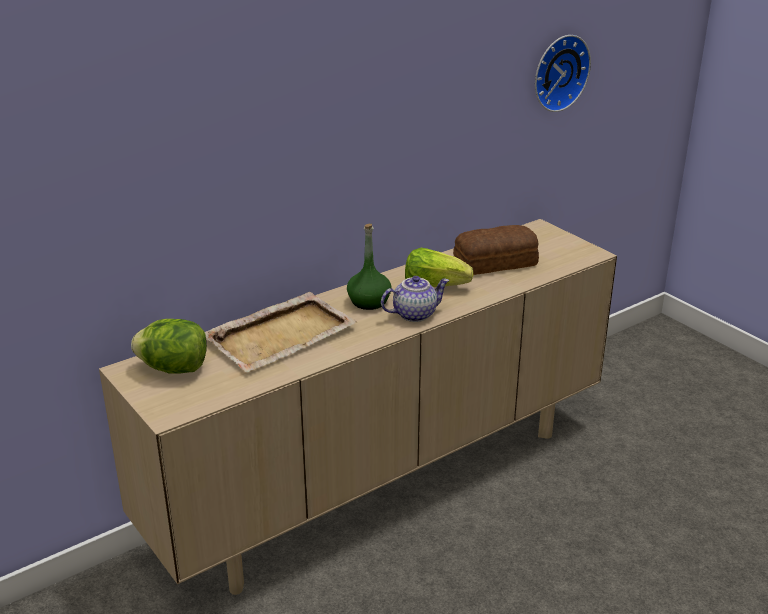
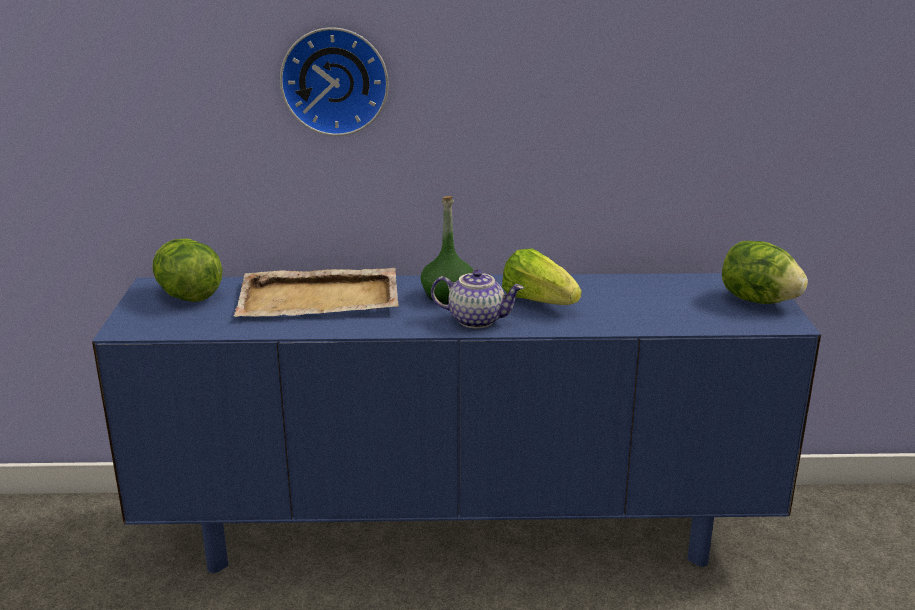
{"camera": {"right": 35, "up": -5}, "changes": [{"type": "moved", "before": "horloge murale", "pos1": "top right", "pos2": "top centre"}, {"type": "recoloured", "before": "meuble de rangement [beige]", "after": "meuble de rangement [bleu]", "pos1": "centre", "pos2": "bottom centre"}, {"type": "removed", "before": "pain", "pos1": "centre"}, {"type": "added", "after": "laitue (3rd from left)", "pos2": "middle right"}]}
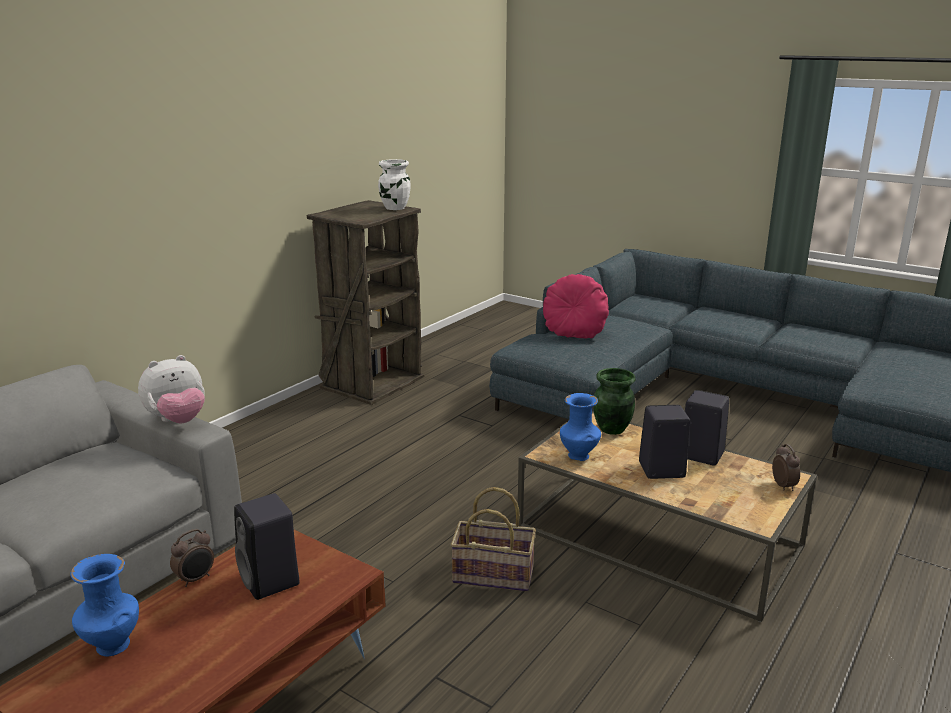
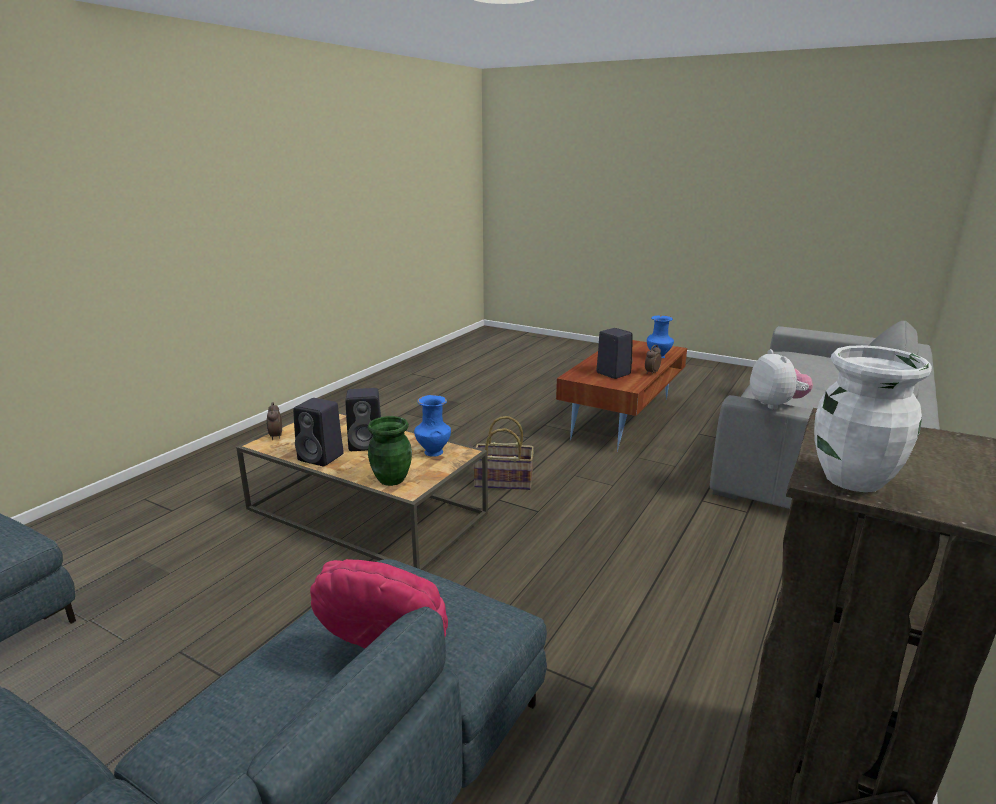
{"camera": {"right": 175, "up": 0}, "changes": [{"type": "turned", "before": "peluche", "pos1": "middle left", "pos2": "middle right", "turn": 120}]}
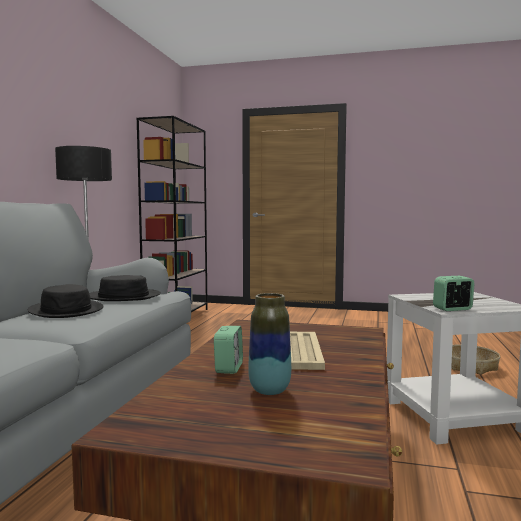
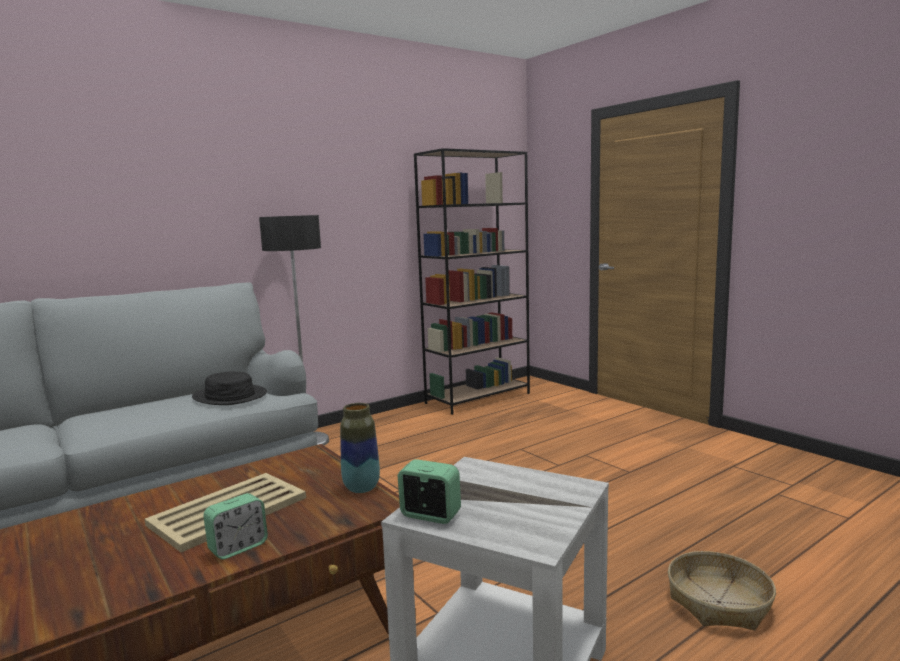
{"camera": {"right": 40, "up": 5}, "changes": [{"type": "removed", "before": "chapeau [noir] (1st from left)", "pos1": "middle left"}, {"type": "moved", "before": "vase", "pos1": "centre", "pos2": "bottom centre"}, {"type": "moved", "before": "réveil (1st from left)", "pos1": "bottom centre", "pos2": "bottom left"}]}
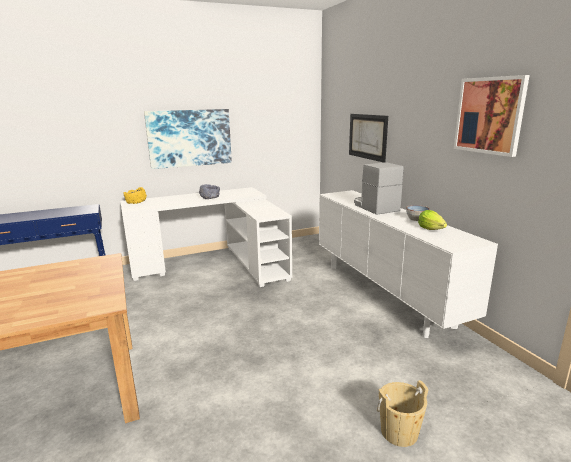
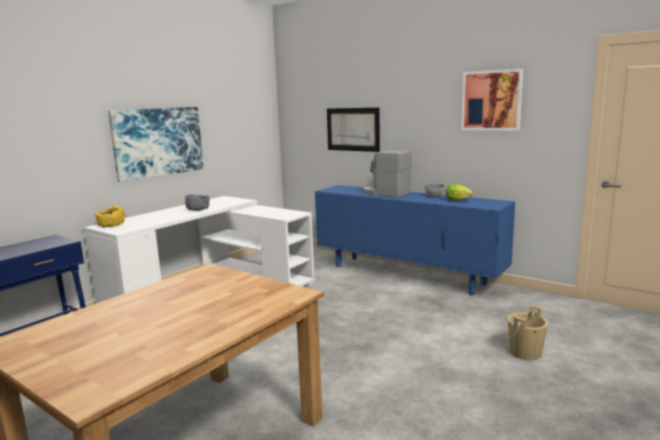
{"camera": {"right": -30, "up": -5}, "changes": [{"type": "recoloured", "before": "meuble de rangement [blanc]", "after": "meuble de rangement [bleu]", "pos1": "middle right", "pos2": "centre"}]}
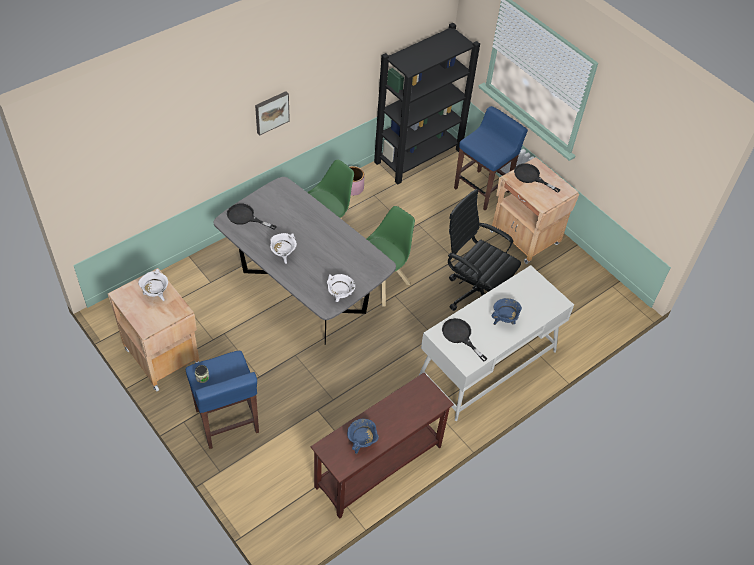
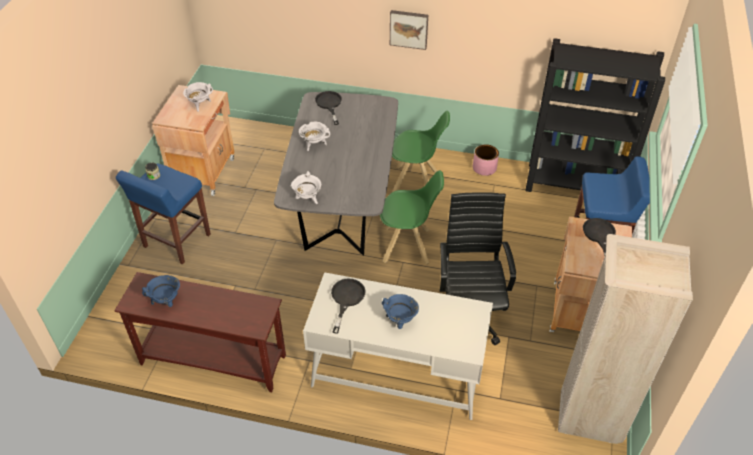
{"camera": {"right": 55, "up": -5}, "changes": [{"type": "added", "after": "meuble de rangement [beige]", "pos2": "bottom right"}]}
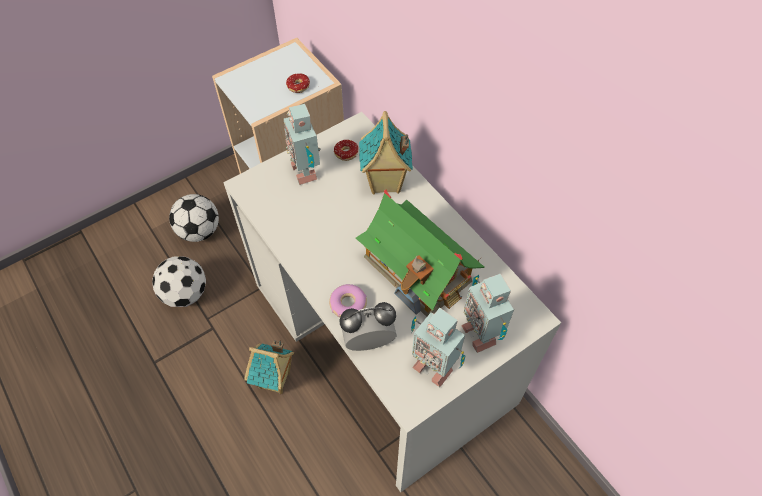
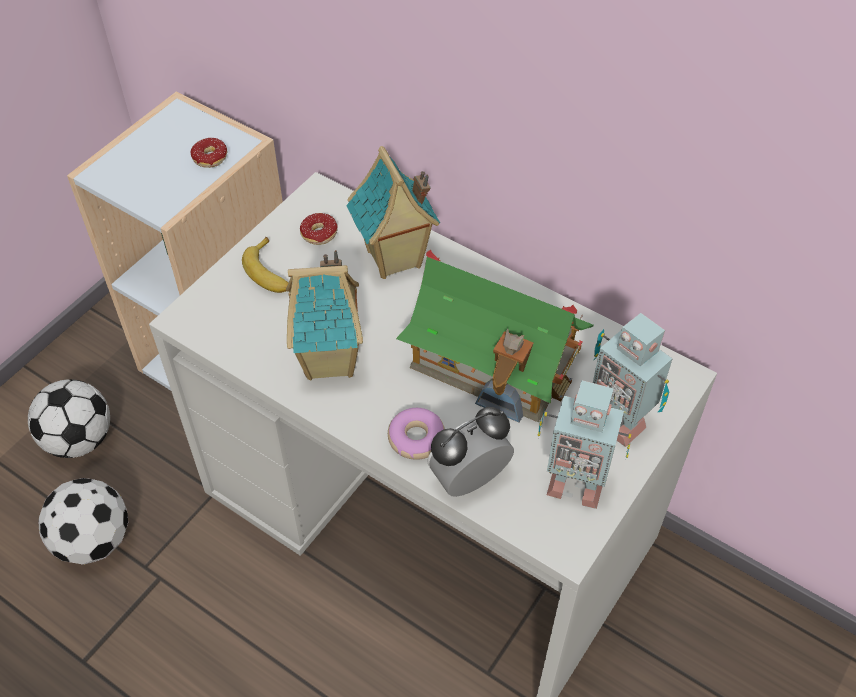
{"camera": {"right": -20, "up": -5}, "changes": [{"type": "replaced", "before": "robot jouet (1st from left)", "after": "banane", "pos1": "top centre", "pos2": "middle left"}, {"type": "moved", "before": "maison miniature (1st from left)", "pos1": "bottom centre", "pos2": "centre"}]}
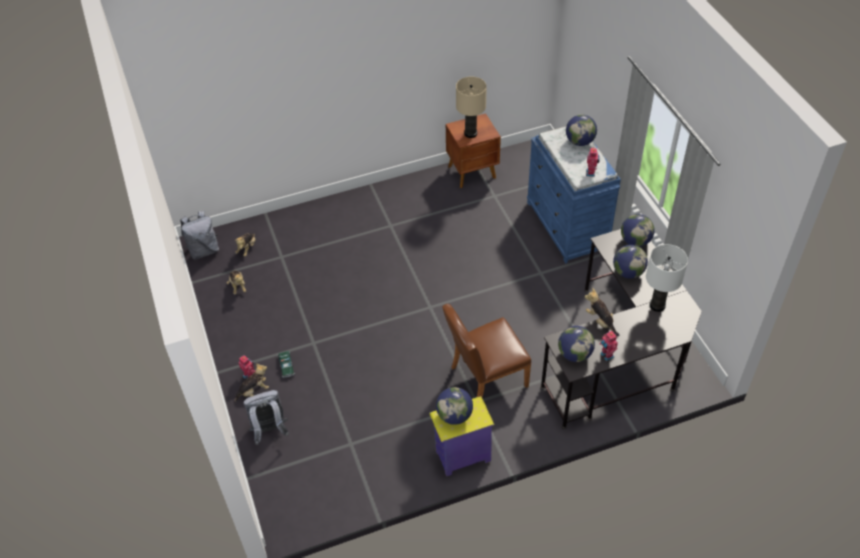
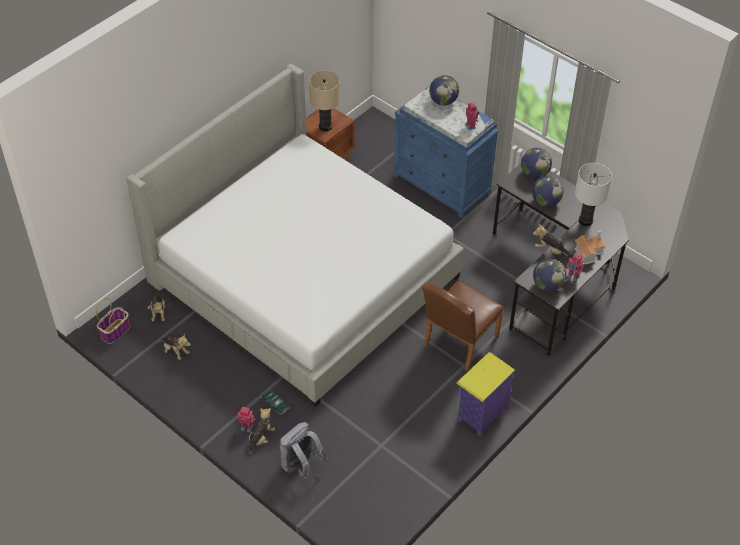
{"camera": {"right": -30, "up": 0}, "changes": [{"type": "replaced", "before": "sac à dos [gris] (1st from left)", "after": "panier", "pos1": "middle left", "pos2": "middle left"}, {"type": "removed", "before": "globe (1st from left)", "pos1": "bottom centre"}, {"type": "added", "after": "lit", "pos2": "centre"}, {"type": "added", "after": "maison miniature", "pos2": "middle right"}]}
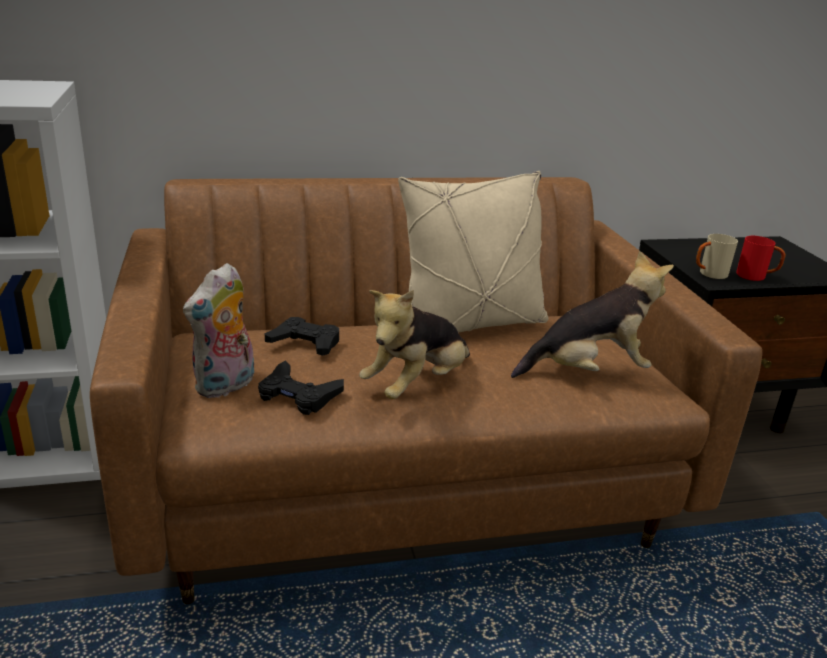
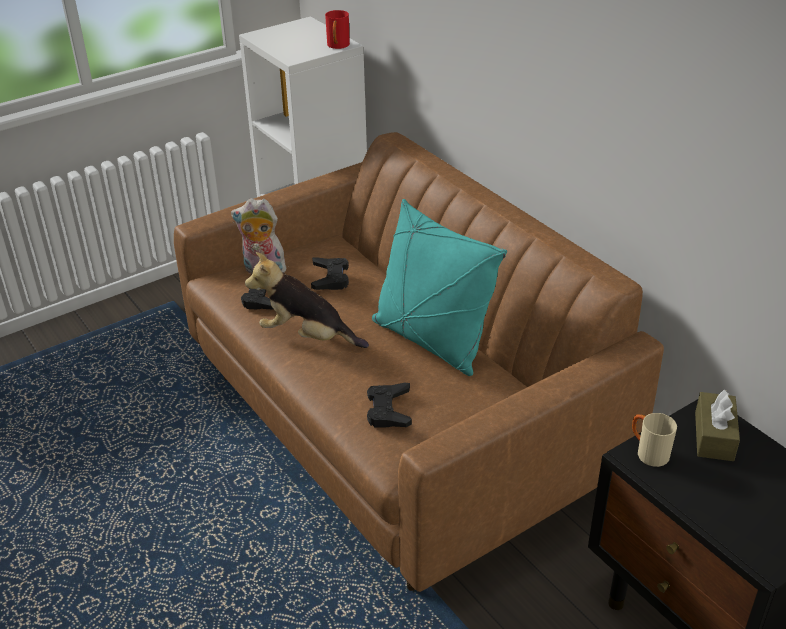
{"camera": {"right": 70, "up": 10}, "changes": [{"type": "recoloured", "before": "coussin [beige]", "after": "coussin [turquoise]", "pos1": "centre", "pos2": "centre"}, {"type": "moved", "before": "mug [rouge]", "pos1": "middle right", "pos2": "top centre"}, {"type": "replaced", "before": "peluche (3rd from left)", "after": "manette [noir] (3rd from left)", "pos1": "middle right", "pos2": "centre"}, {"type": "added", "after": "boîte à mouchoirs [marron]", "pos2": "bottom right"}]}
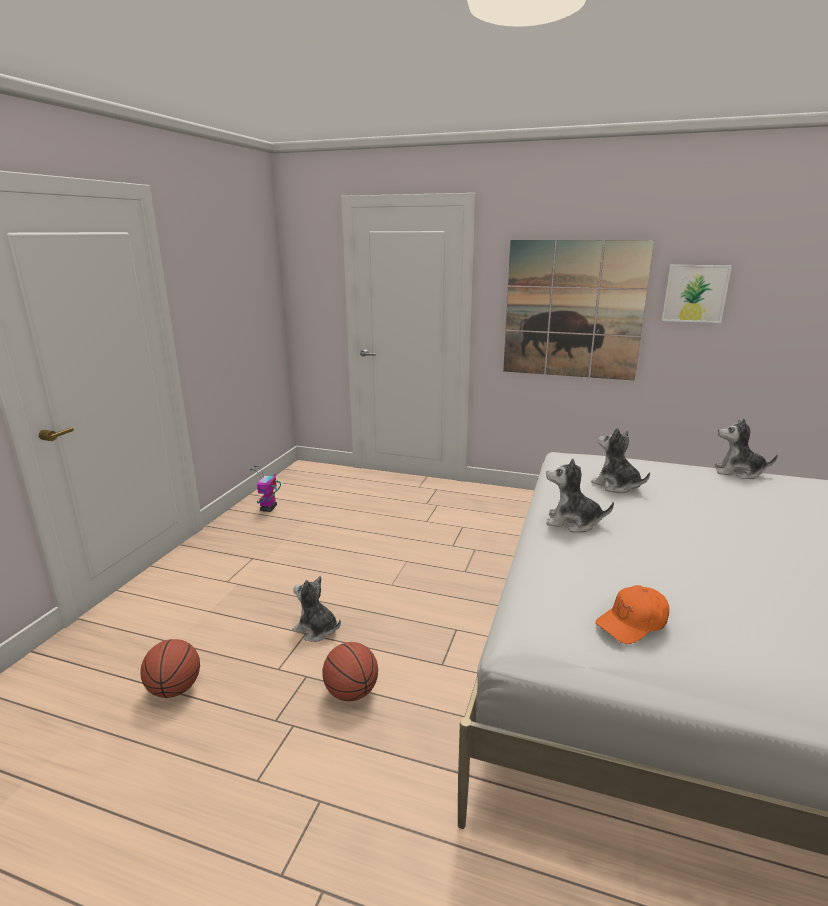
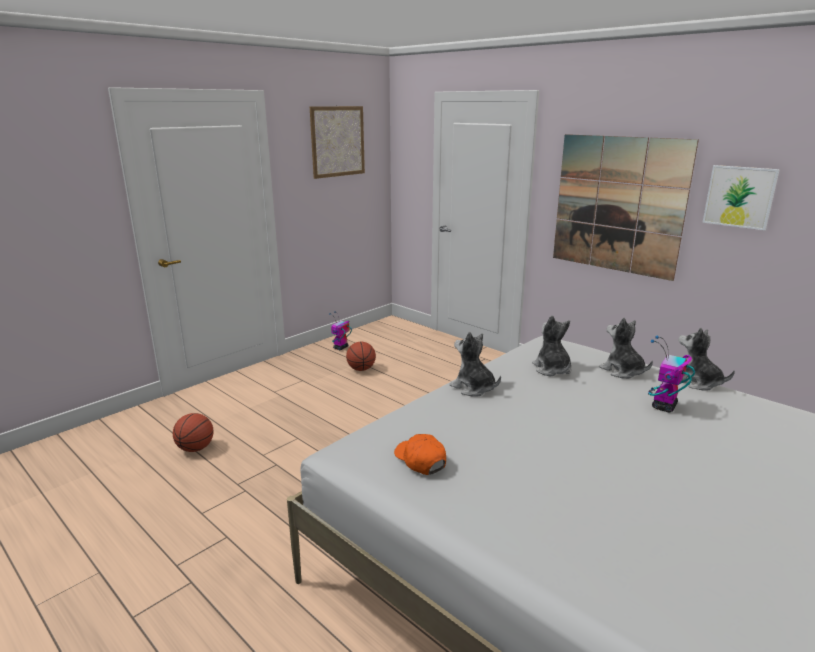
{"camera": {"right": 25, "up": 0}, "changes": [{"type": "moved", "before": "peluche (1st from left in the first image)", "after": "peluche (3rd from left)", "pos1": "bottom centre", "pos2": "middle right"}, {"type": "turned", "before": "casquette [orange]", "pos1": "bottom right", "pos2": "bottom centre", "turn": 60}, {"type": "moved", "before": "ballon de basket (2nd from left)", "pos1": "bottom centre", "pos2": "centre"}, {"type": "added", "after": "tableau (1st from left)", "pos2": "top centre"}, {"type": "added", "after": "robot jouet (2nd from left)", "pos2": "middle right"}]}
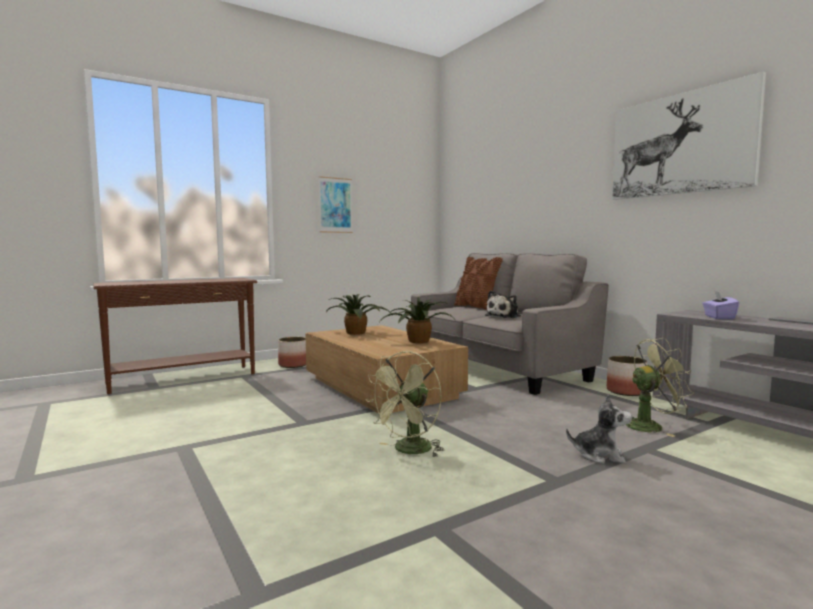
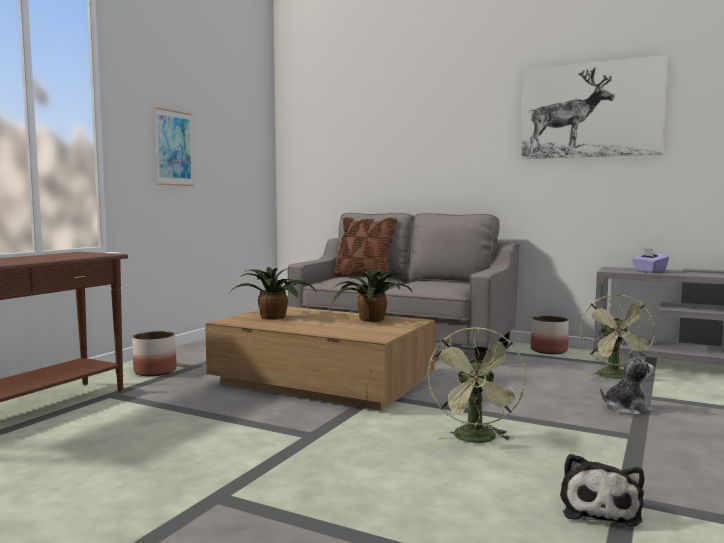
{"camera": {"right": -30, "up": 0}, "changes": [{"type": "moved", "before": "peluche (1st from left)", "pos1": "centre", "pos2": "bottom right"}, {"type": "turned", "before": "ventilateur [vert] (2nd from left)", "pos1": "middle right", "pos2": "middle right", "turn": 135}]}
